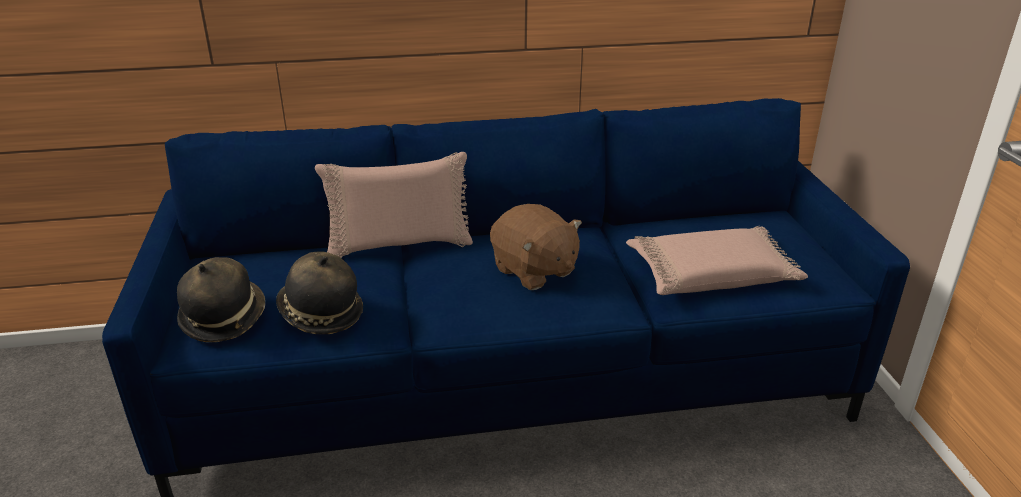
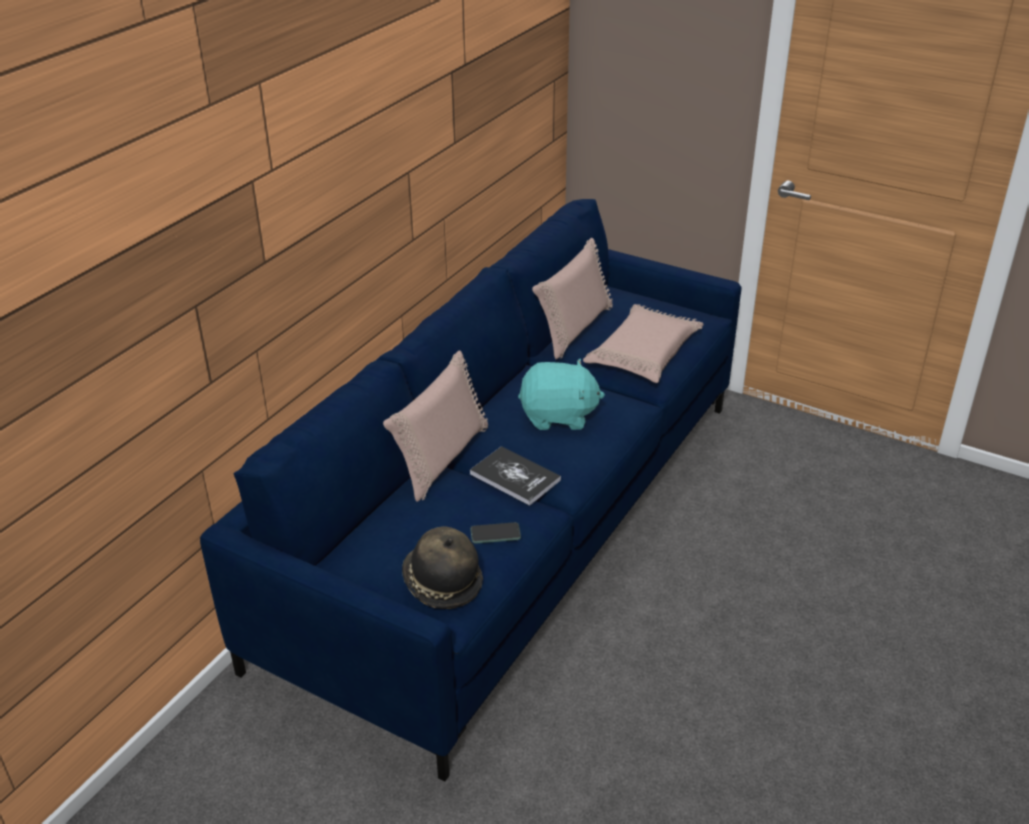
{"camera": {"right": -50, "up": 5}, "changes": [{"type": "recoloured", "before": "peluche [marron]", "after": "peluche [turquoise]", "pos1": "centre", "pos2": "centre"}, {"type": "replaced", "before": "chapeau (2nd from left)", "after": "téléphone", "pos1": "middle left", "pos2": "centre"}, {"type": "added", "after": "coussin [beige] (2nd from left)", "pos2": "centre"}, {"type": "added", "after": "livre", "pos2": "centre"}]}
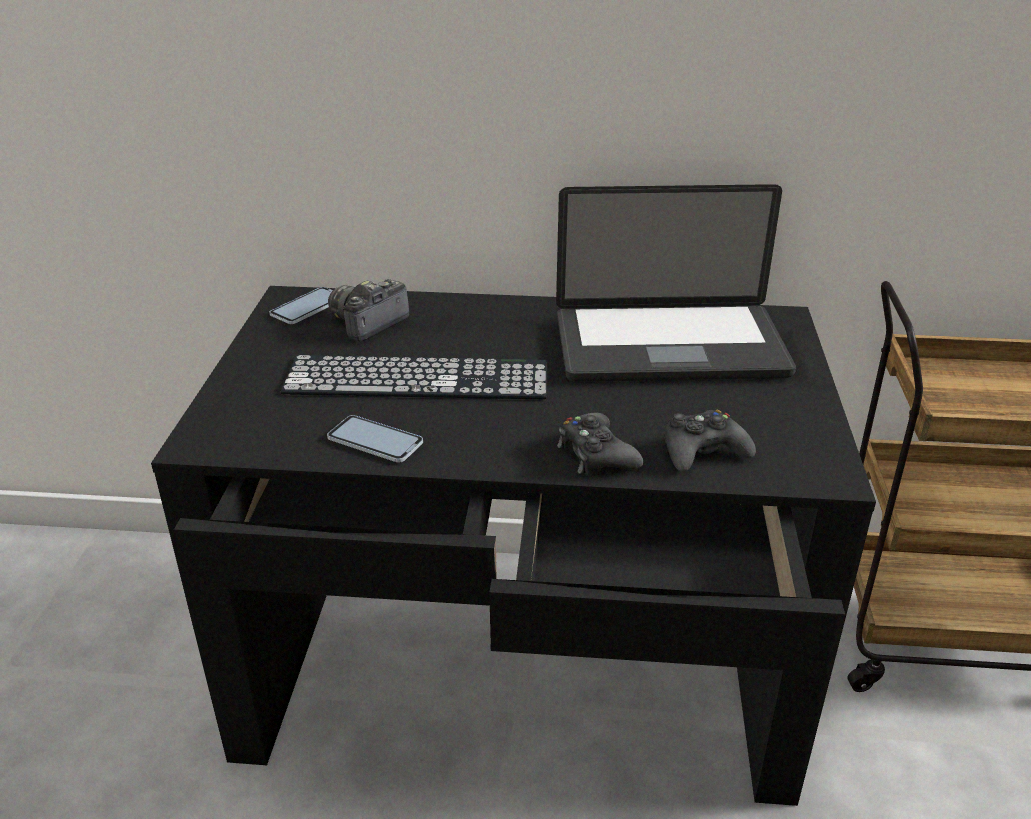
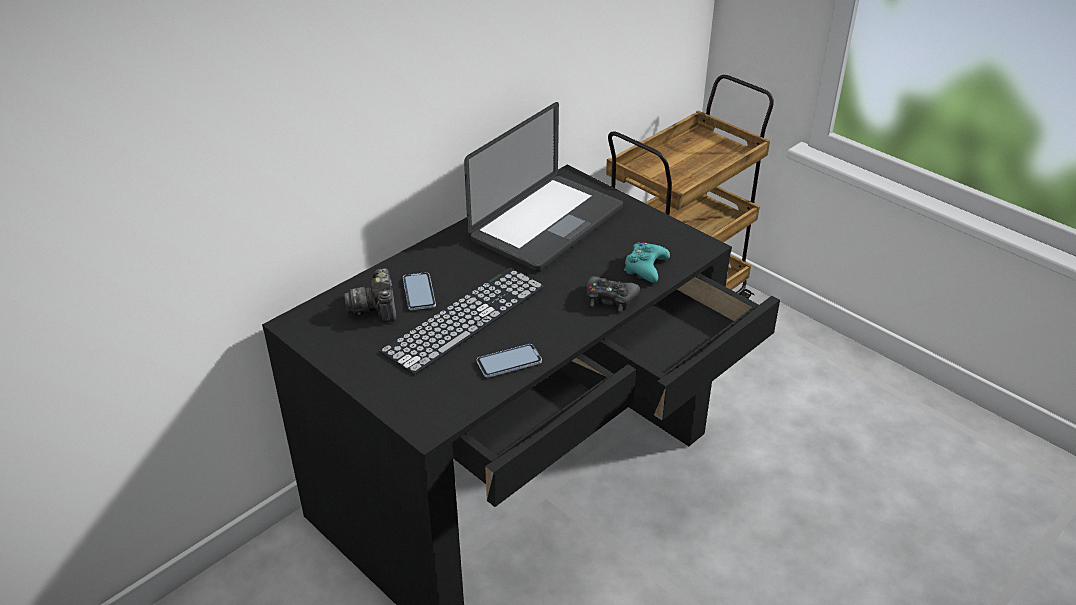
{"camera": {"right": -50, "up": 5}, "changes": [{"type": "moved", "before": "téléphone (1st from left)", "pos1": "middle left", "pos2": "centre"}, {"type": "recoloured", "before": "manette [noir] (2nd from left)", "after": "manette [turquoise]", "pos1": "middle right", "pos2": "centre"}]}
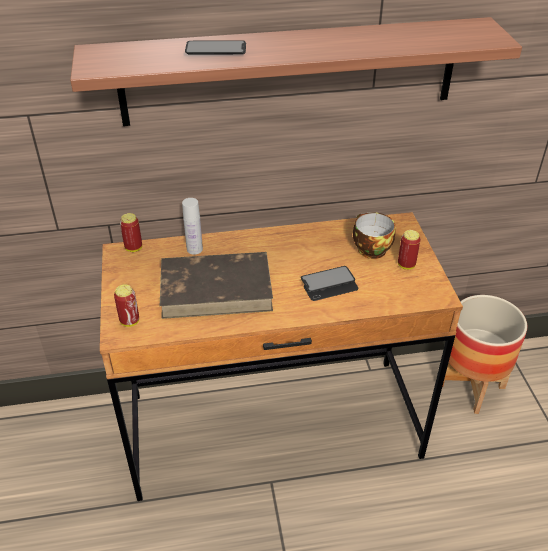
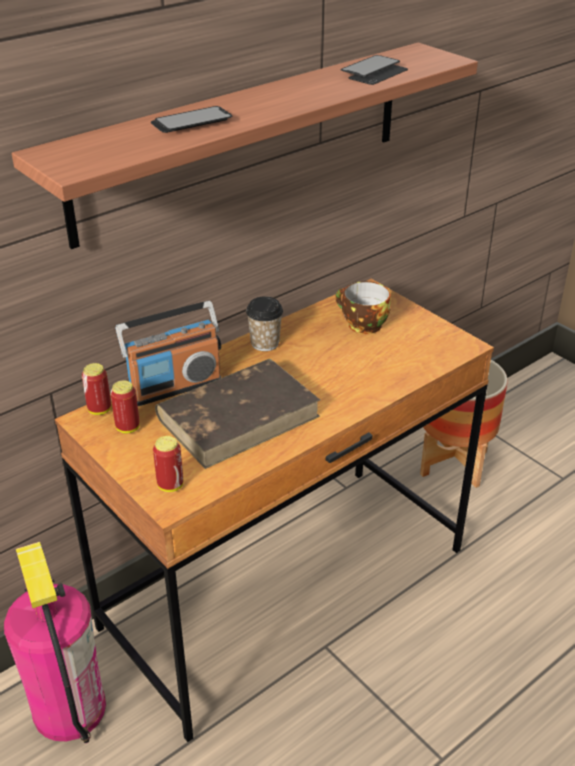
{"camera": {"right": -30, "up": -5}, "changes": [{"type": "replaced", "before": "bouteille [blanc]", "after": "radio", "pos1": "centre", "pos2": "middle left"}, {"type": "moved", "before": "boîte métallique (3rd from left in the first image)", "after": "boîte métallique (2nd from left)", "pos1": "middle right", "pos2": "middle left"}, {"type": "moved", "before": "téléphone (2nd from left)", "pos1": "centre", "pos2": "top centre"}, {"type": "added", "after": "tasse (1st from left)", "pos2": "centre"}, {"type": "added", "after": "extincteur", "pos2": "bottom left"}]}
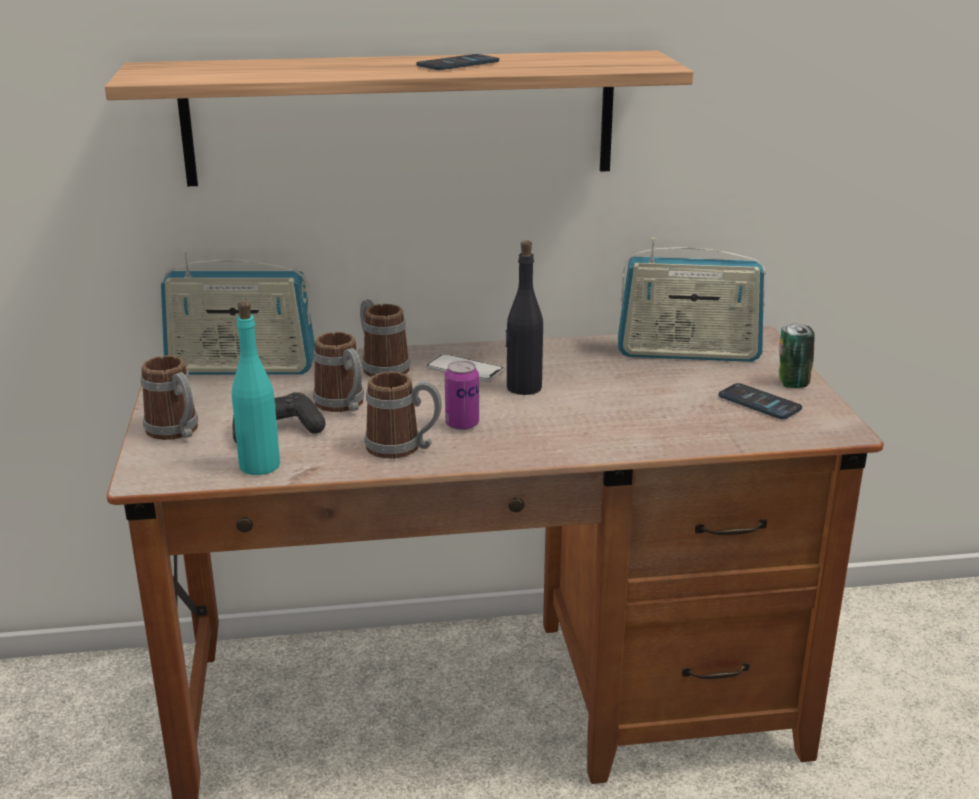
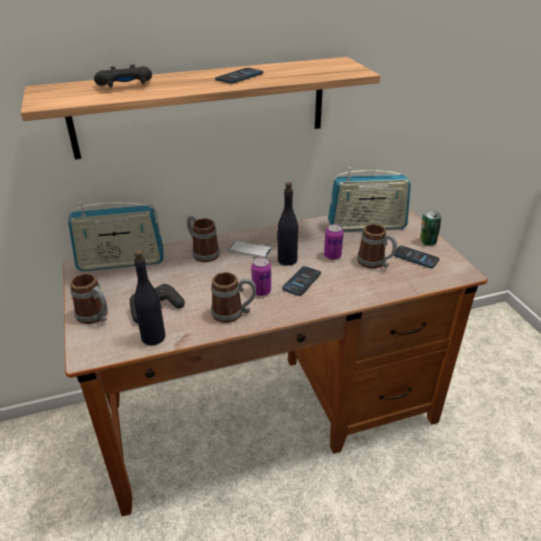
{"camera": {"right": -10, "up": 10}, "changes": [{"type": "recoloured", "before": "bouteille [turquoise]", "after": "bouteille [noir] (1st from left)", "pos1": "middle left", "pos2": "middle left"}, {"type": "moved", "before": "mug (2nd from left in the first image)", "after": "mug (4th from left)", "pos1": "centre", "pos2": "middle right"}, {"type": "added", "after": "manette [noir] (1st from left)", "pos2": "top left"}, {"type": "added", "after": "boîte métallique (2nd from left)", "pos2": "centre"}, {"type": "added", "after": "téléphone (3rd from left)", "pos2": "centre"}]}
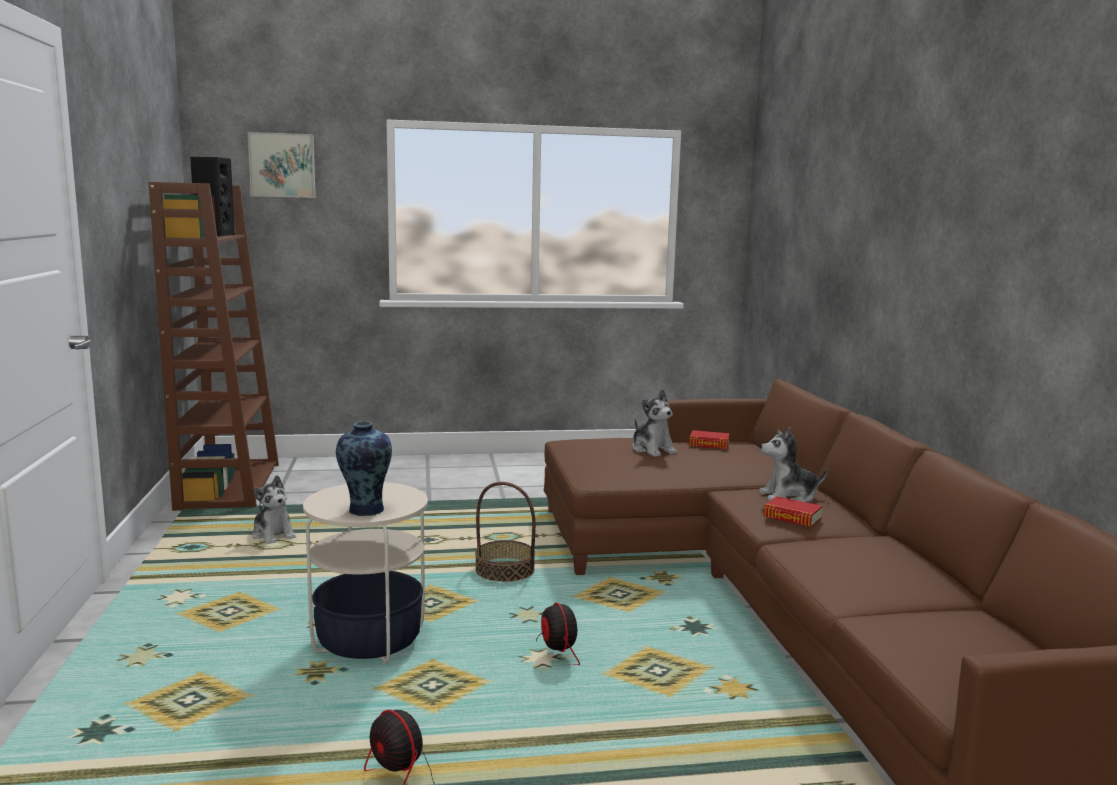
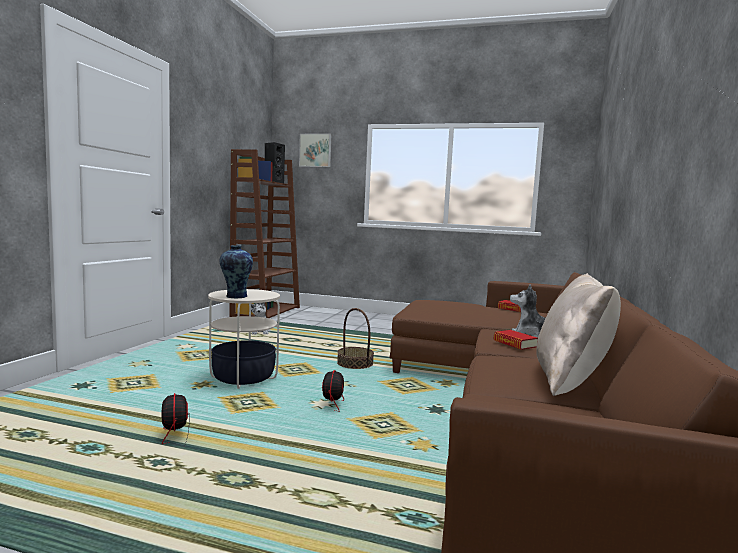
{"camera": {"right": 25, "up": -5}, "changes": [{"type": "removed", "before": "peluche (2nd from left)", "pos1": "centre"}, {"type": "added", "after": "coussin [beige]", "pos2": "middle right"}]}
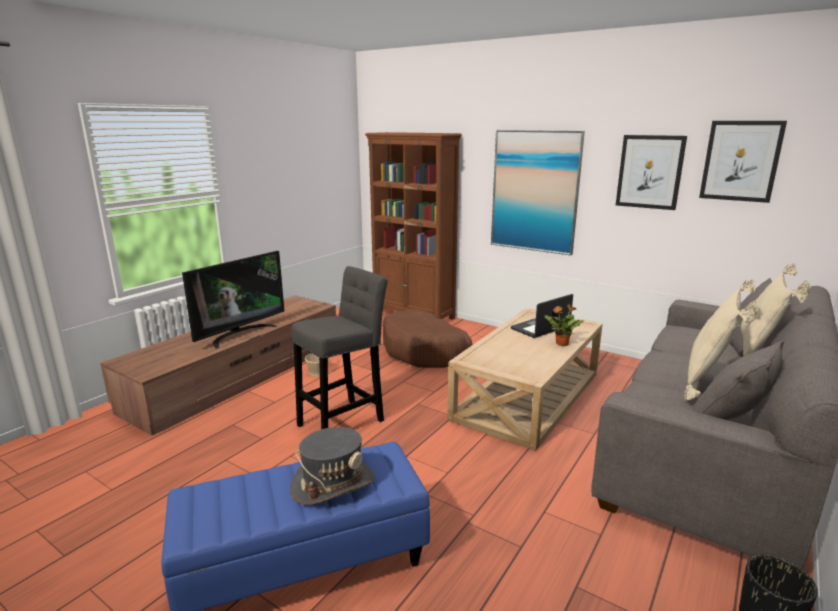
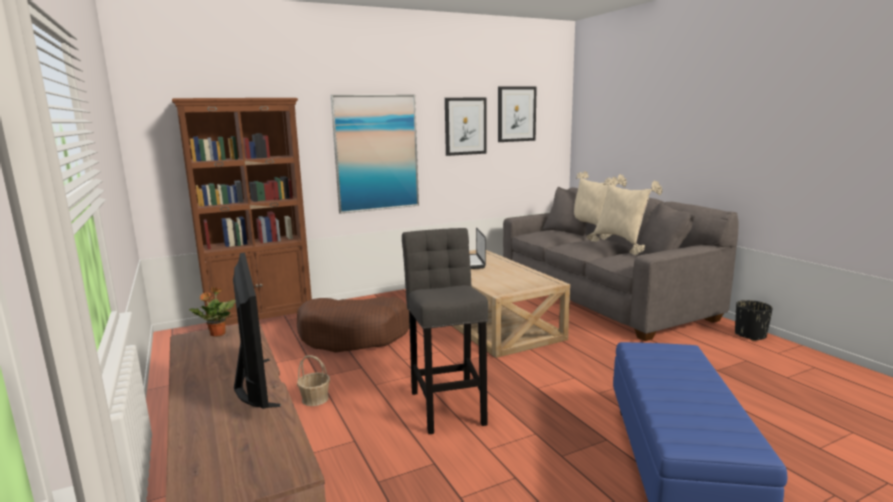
{"camera": {"right": -60, "up": -5}, "changes": [{"type": "moved", "before": "plante en pot", "pos1": "middle right", "pos2": "middle left"}, {"type": "removed", "before": "chapeau [gris]", "pos1": "bottom centre"}]}
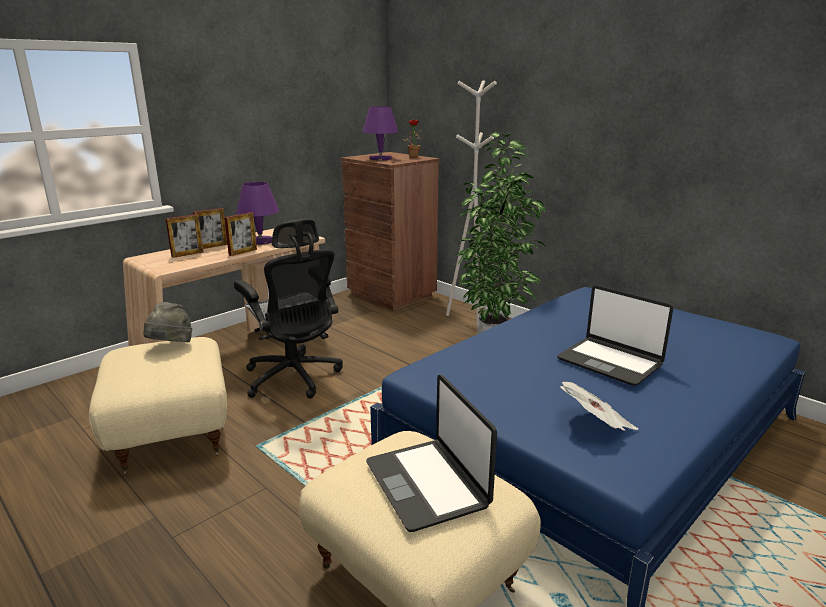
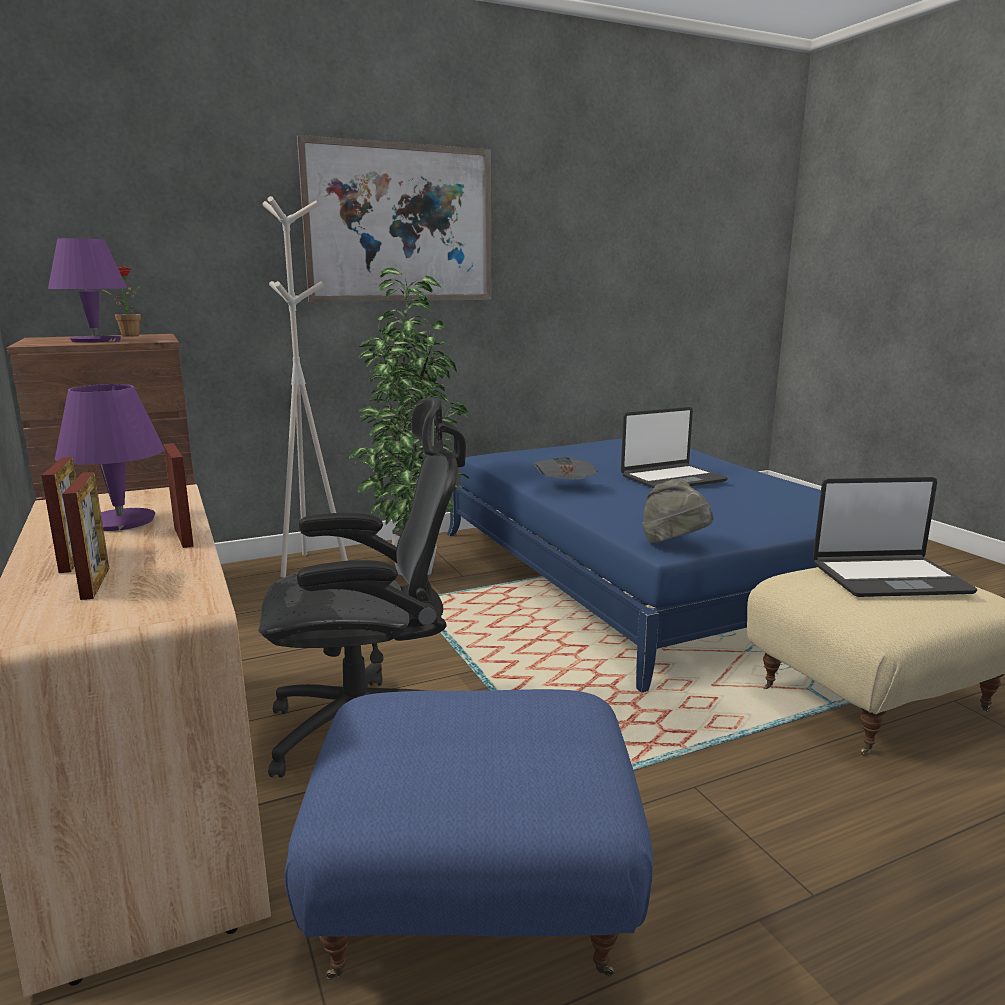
{"camera": {"right": -70, "up": -5}, "changes": [{"type": "moved", "before": "chapeau [gris]", "pos1": "middle left", "pos2": "middle right"}, {"type": "recoloured", "before": "pouf [beige] (1st from left)", "after": "pouf [bleu]", "pos1": "bottom left", "pos2": "bottom centre"}, {"type": "moved", "before": "journal", "pos1": "bottom right", "pos2": "centre"}, {"type": "added", "after": "tableau", "pos2": "top centre"}]}
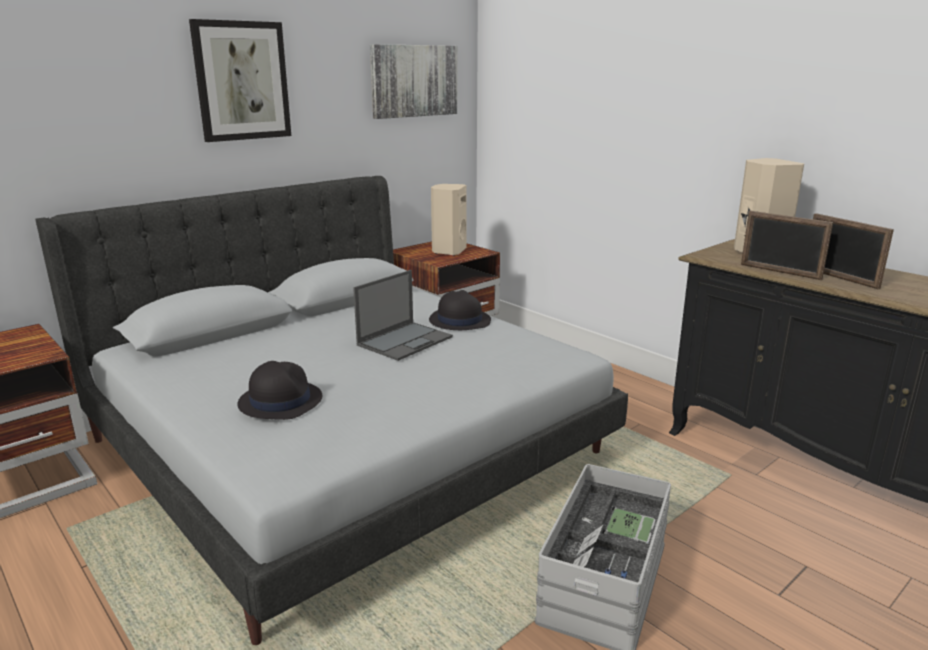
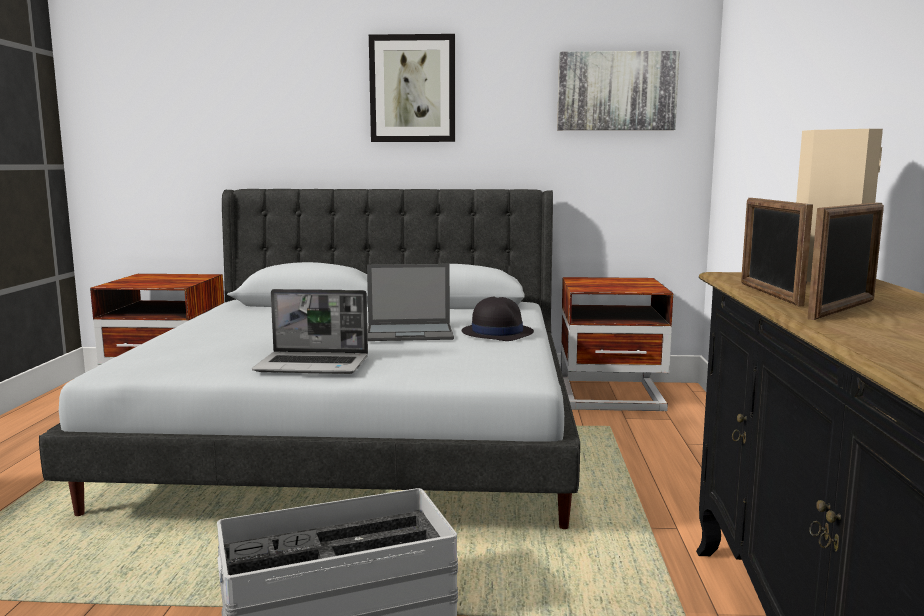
{"camera": {"right": 45, "up": -10}, "changes": [{"type": "removed", "before": "enceinte [beige] (1st from left)", "pos1": "centre"}, {"type": "turned", "before": "cadre photo (2nd from left)", "pos1": "middle right", "pos2": "middle right", "turn": -150}, {"type": "removed", "before": "chapeau [noir] (1st from left)", "pos1": "middle left"}, {"type": "added", "after": "ordinateur portable (1st from left)", "pos2": "centre"}]}
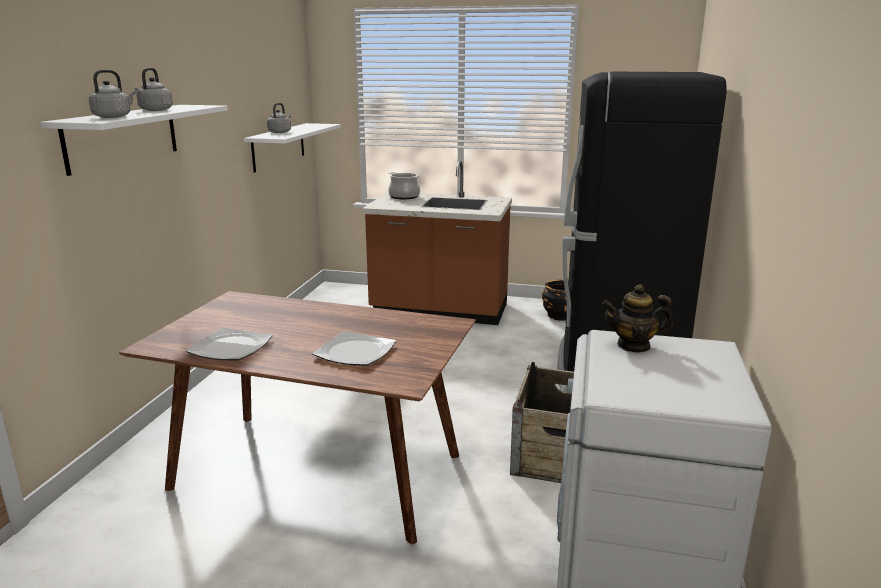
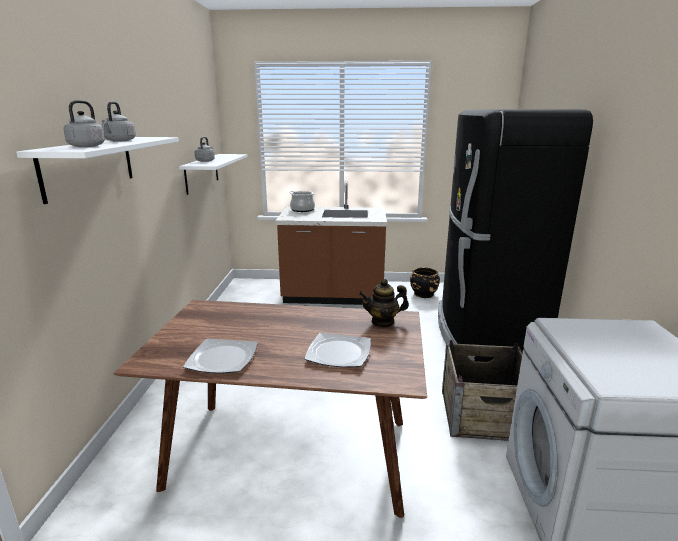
{"camera": {"right": -10, "up": 0}, "changes": [{"type": "moved", "before": "théière", "pos1": "middle right", "pos2": "centre"}]}
